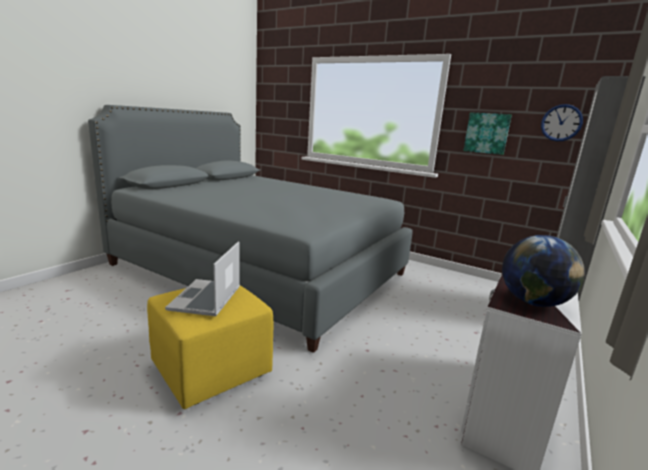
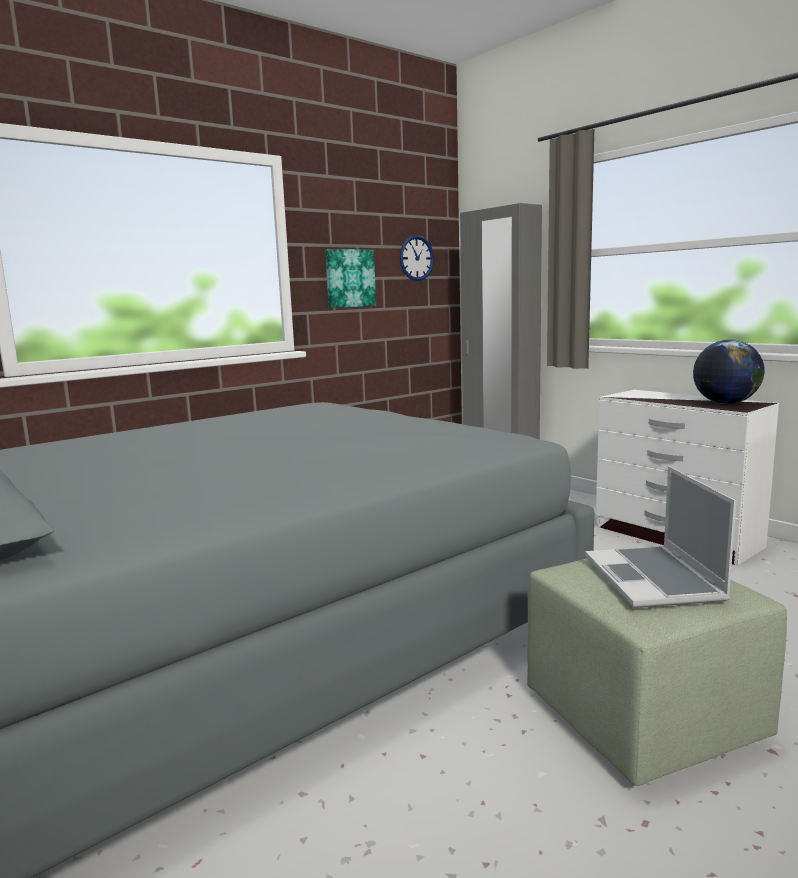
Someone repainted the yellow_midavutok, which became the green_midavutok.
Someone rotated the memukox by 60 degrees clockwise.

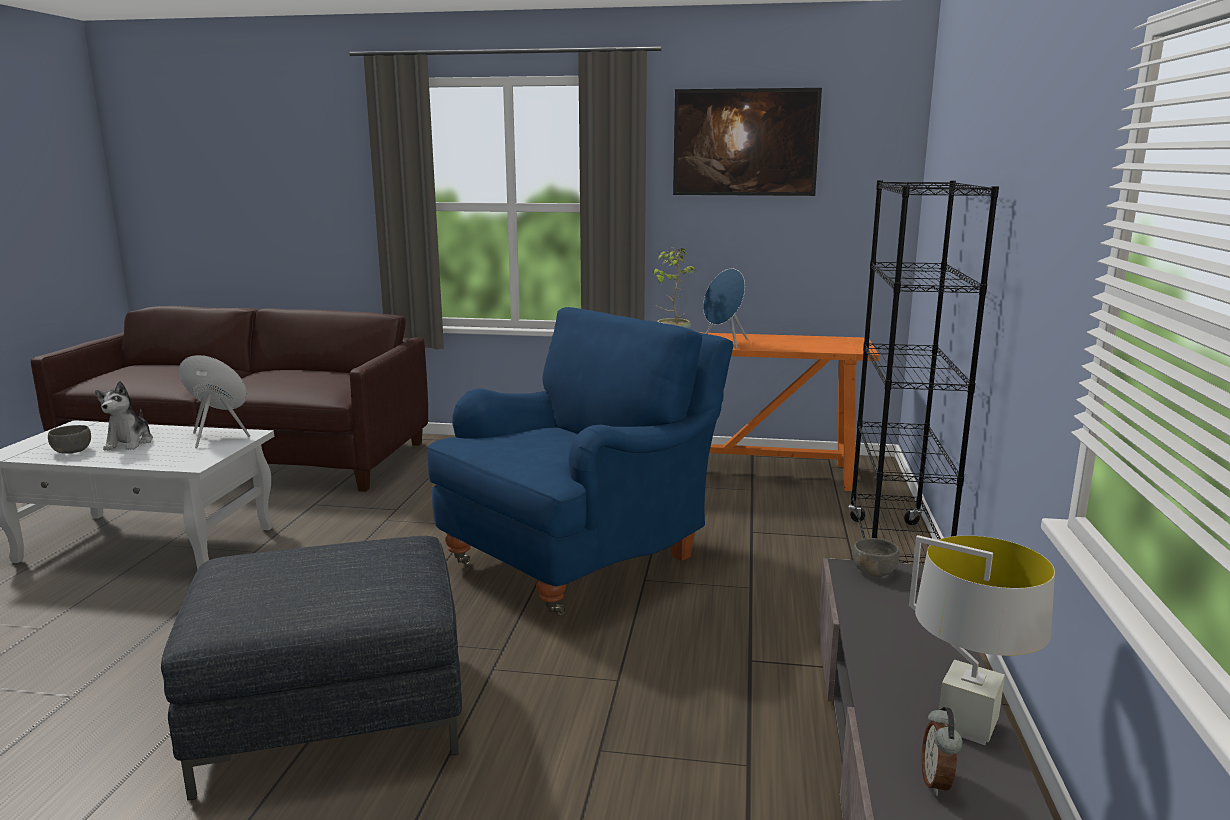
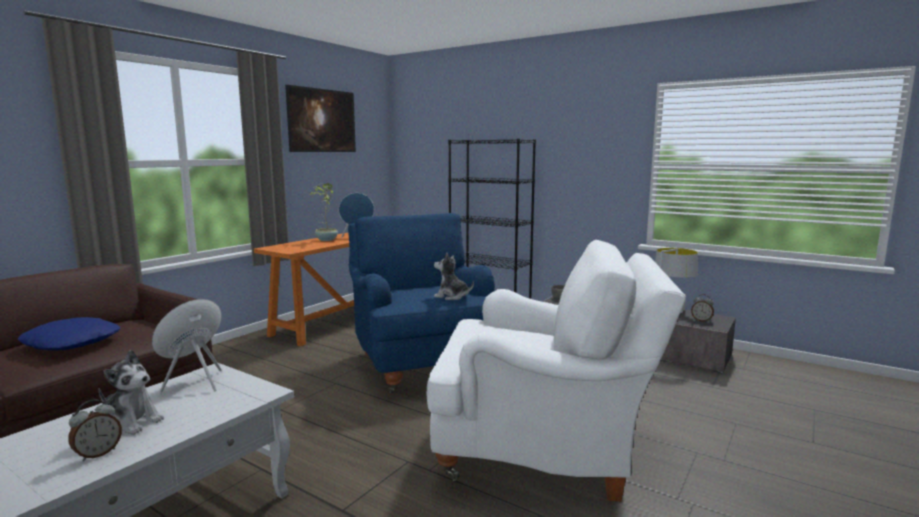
Someone put down the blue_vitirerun.
Someone swapped the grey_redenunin (no. 1 from left) for the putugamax (no. 1 from left).
Someone swapped the grey_midavutok for the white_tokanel.
Someone put down the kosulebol (no. 2 from left).

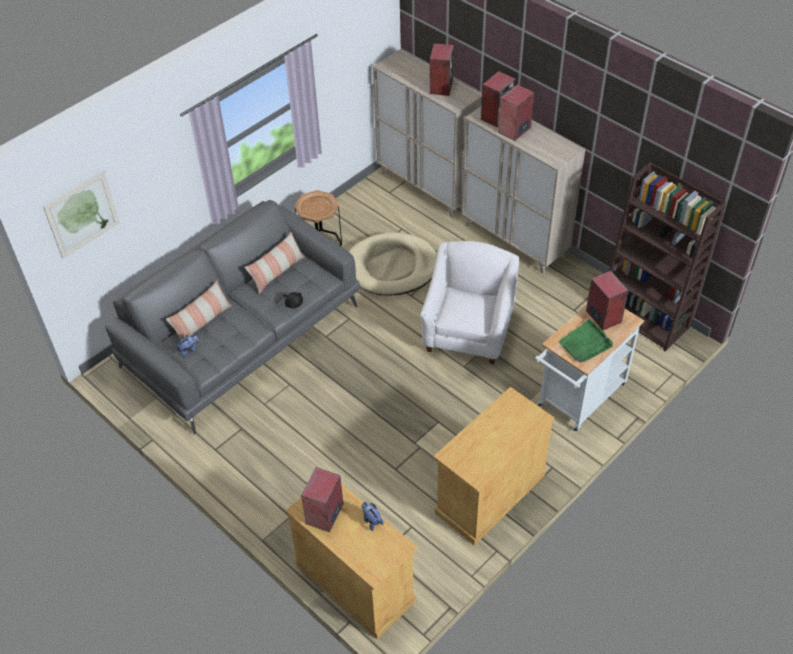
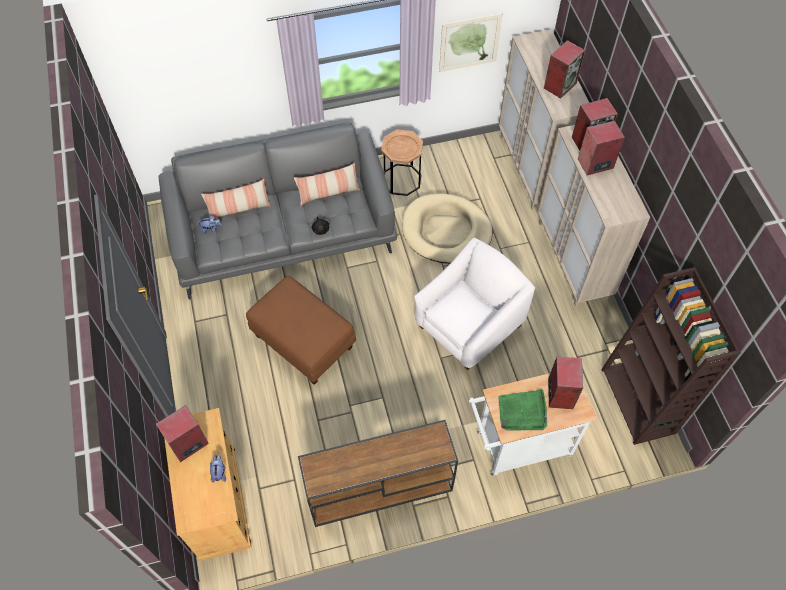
Someone put down the brown_midavutok.
Someone swapped the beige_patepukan (no. 3 from left) for the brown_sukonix.
Someone carried the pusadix.

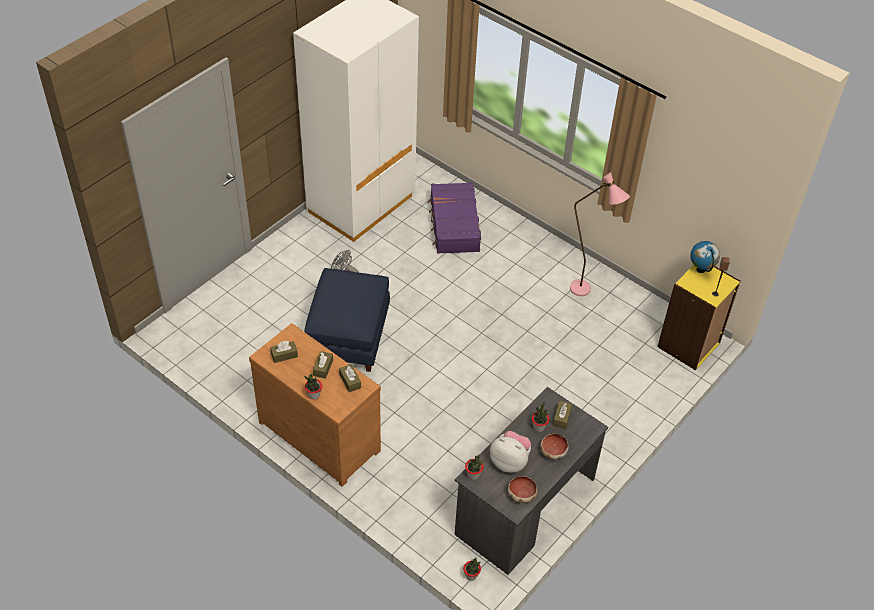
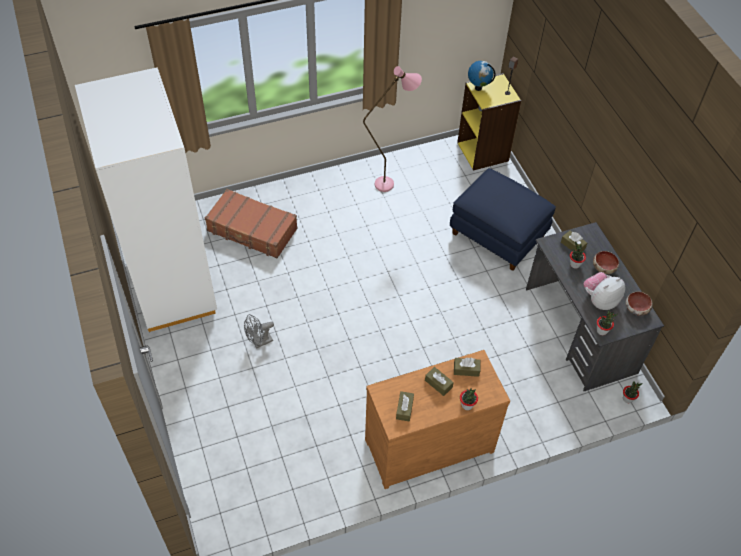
Someone repainted the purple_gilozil, which became the brown_gilozil.
Someone carried the blue_midavutok.

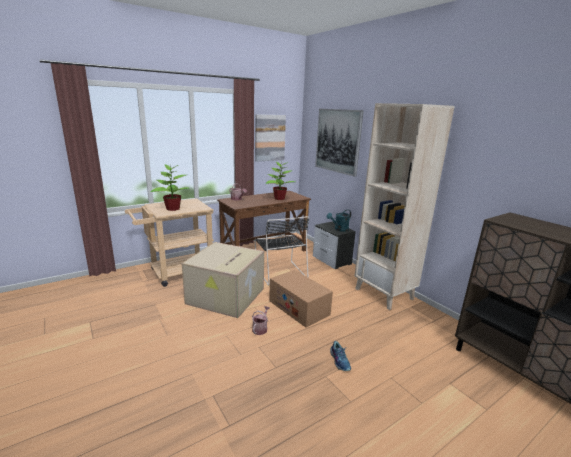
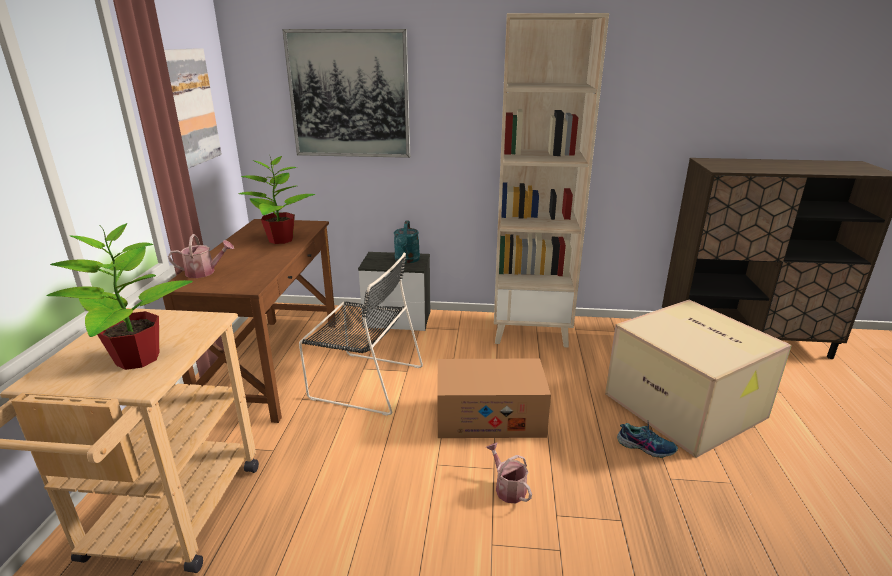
Someone carried the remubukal (no. 1 from left in the first image).

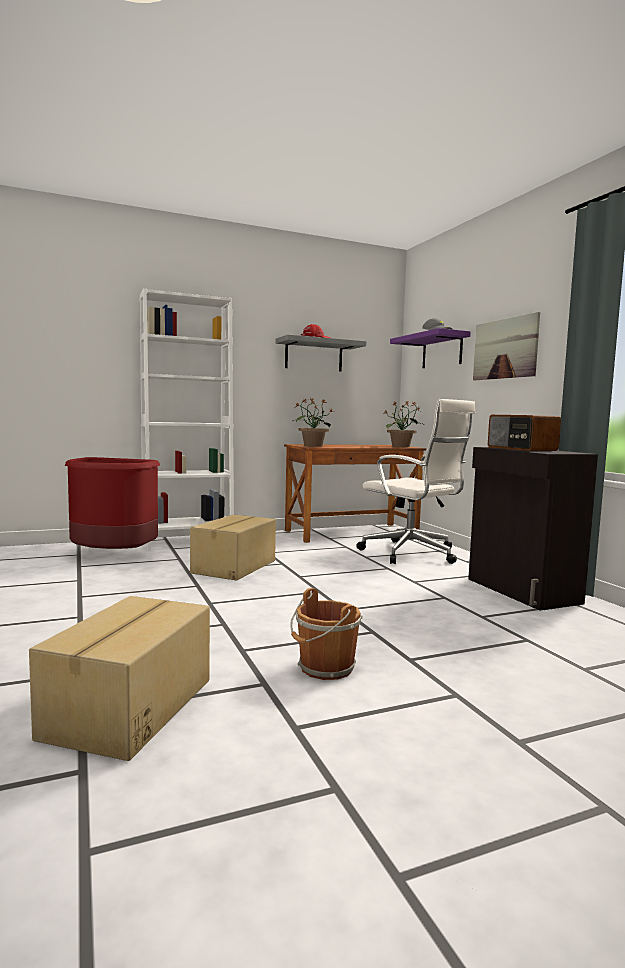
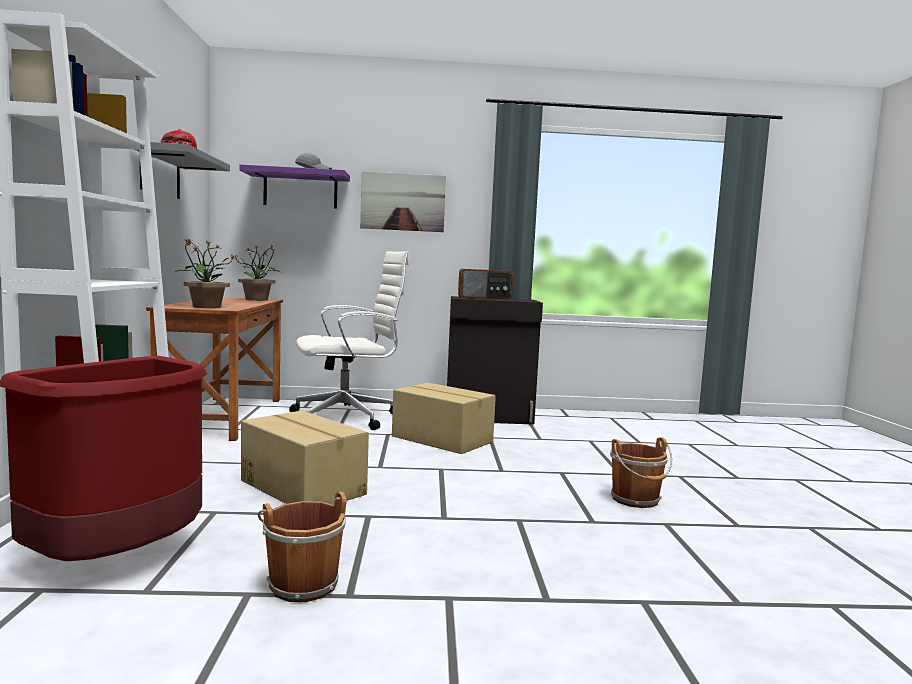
Someone put down the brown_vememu (no. 1 from left).
Someone carried the remubukal (no. 1 from left in the first image).

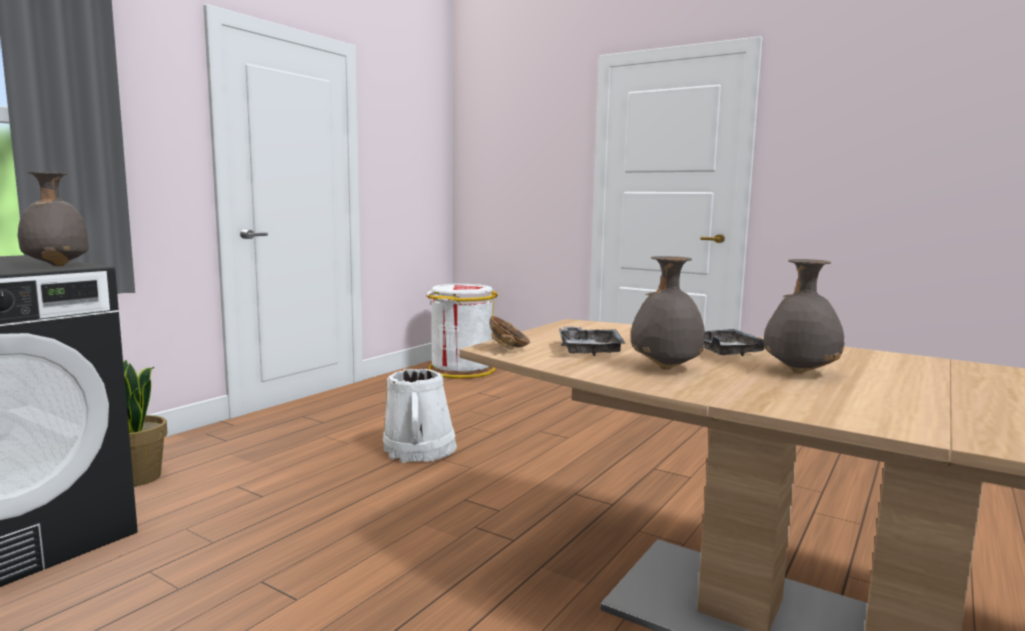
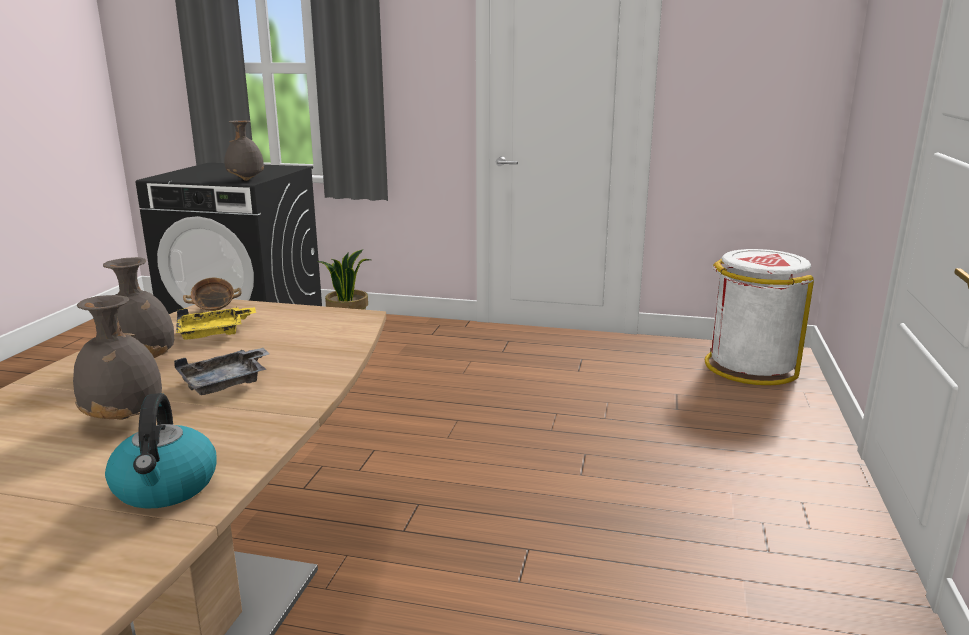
Someone put down the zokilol.
Someone repainted the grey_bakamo (no. 1 from left), which became the yellow_bakamo.
Someone took away the white_vememu.

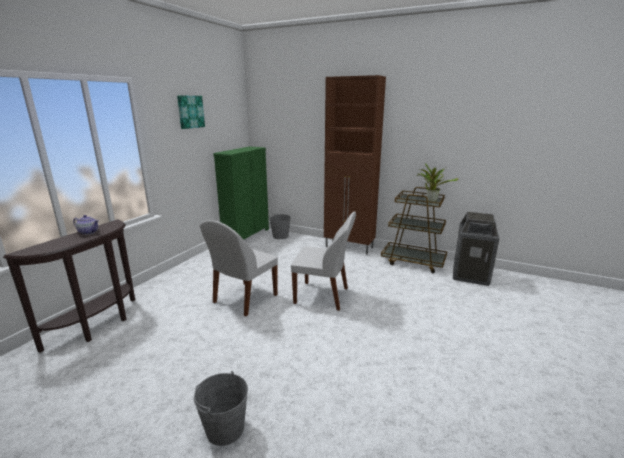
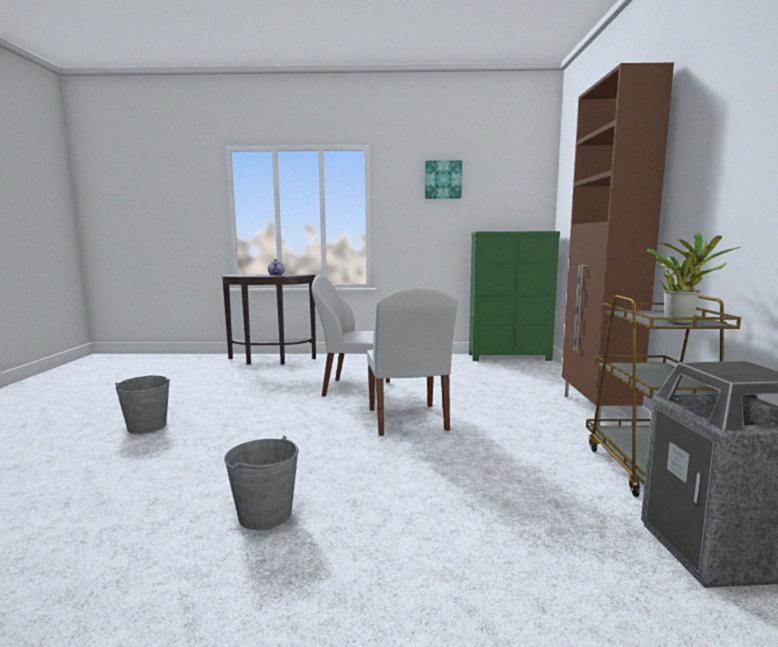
Someone carried the grey_vememu (no. 2 from left).

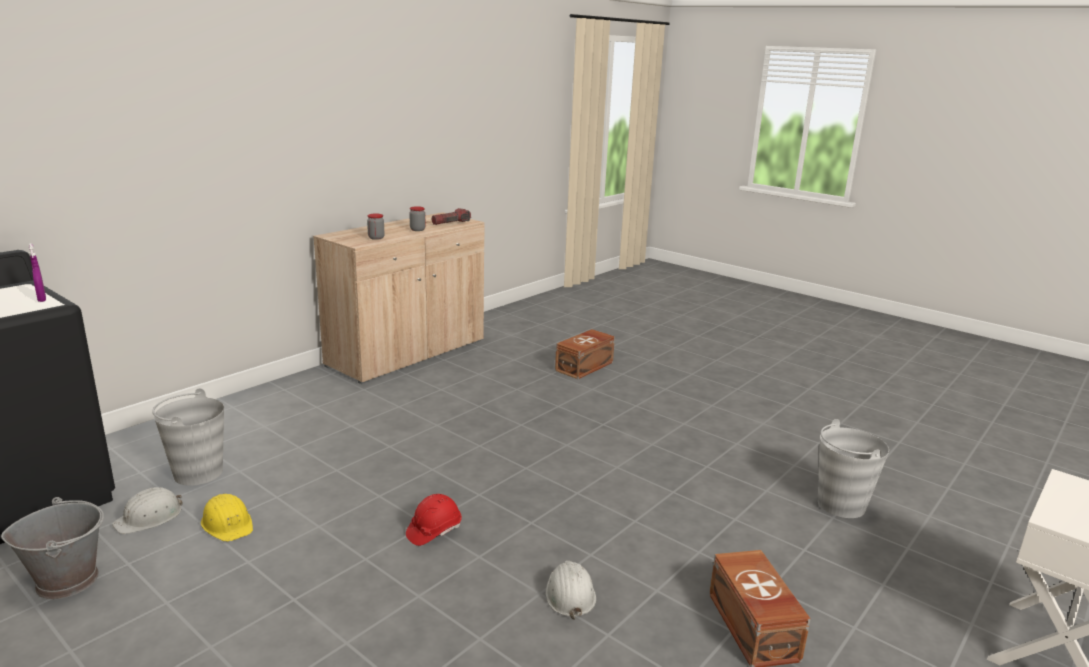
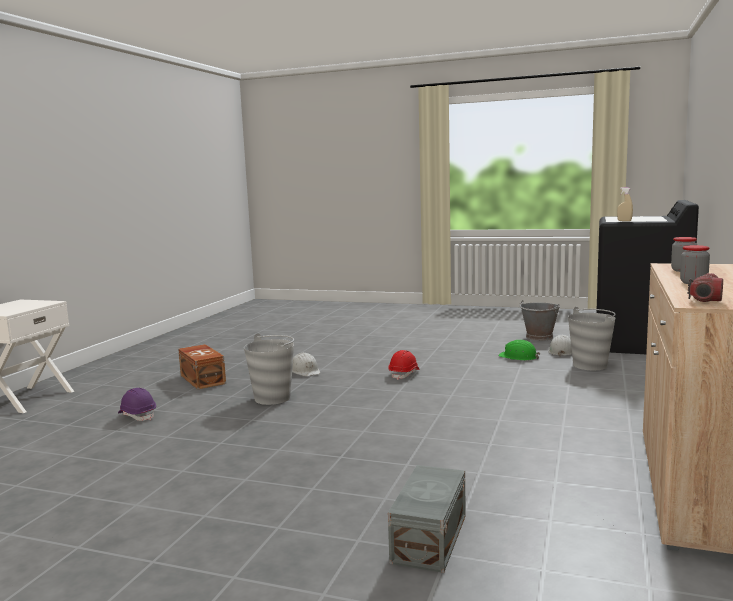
Someone put down the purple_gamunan.
Someone carried the grey_vememu (no. 3 from left in the first image).
Someone repainted the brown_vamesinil (no. 1 from left), which became the grey_vamesinil.
Someone repainted the yellow_gamunan, which became the green_gamunan.
Someone repainted the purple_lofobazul, which became the beige_lofobazul.

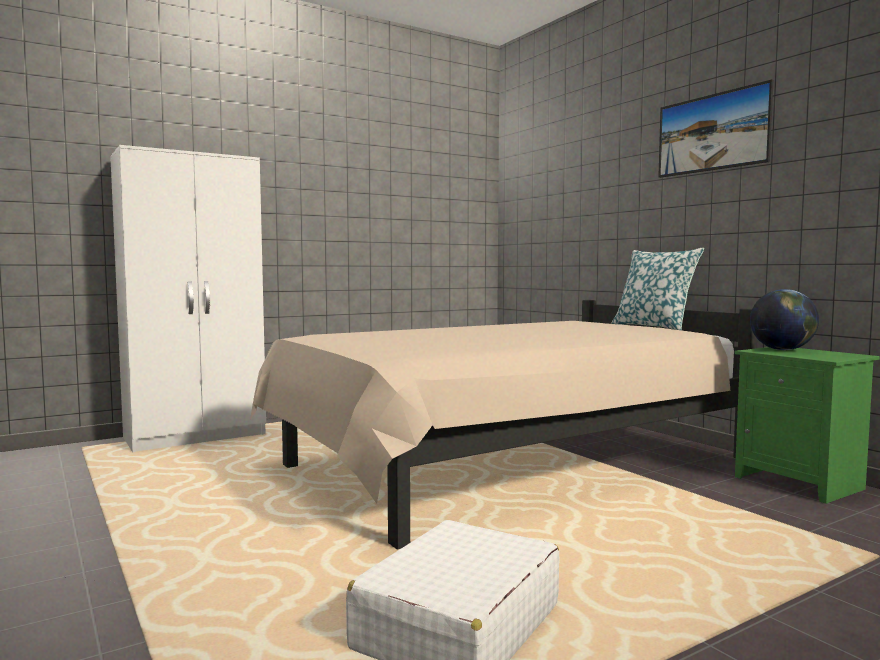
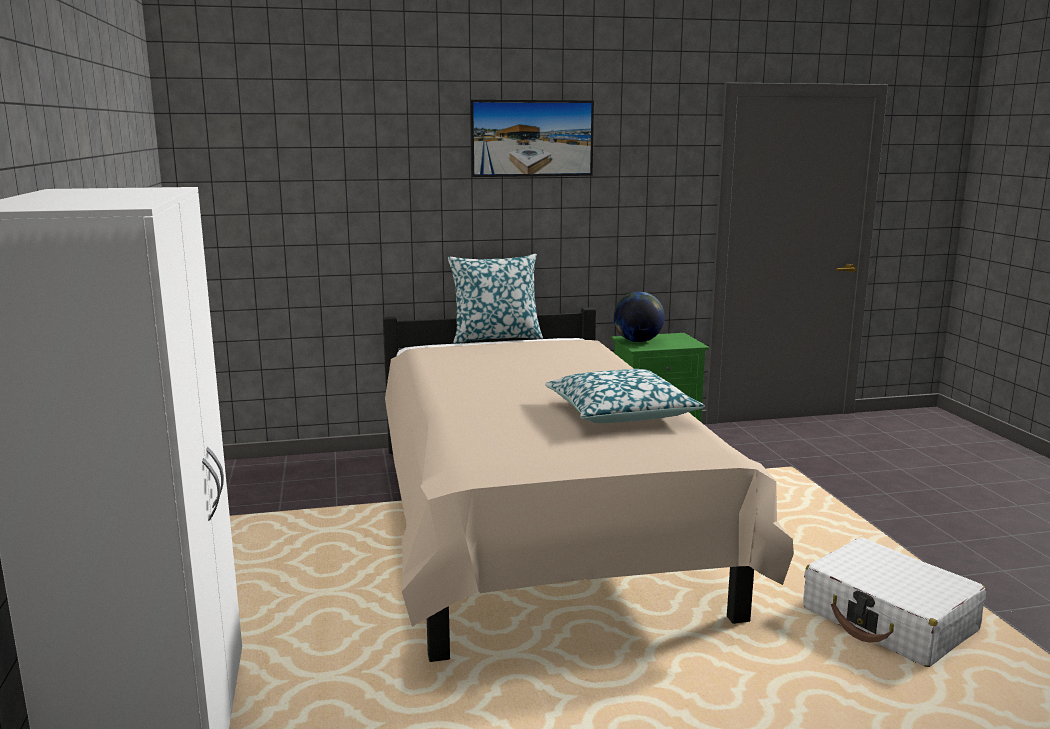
Someone put down the vitirerun (no. 2 from left).

